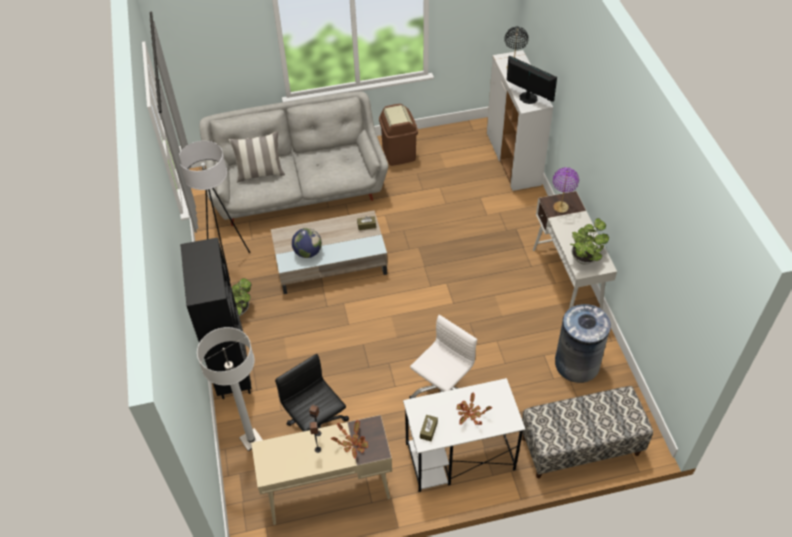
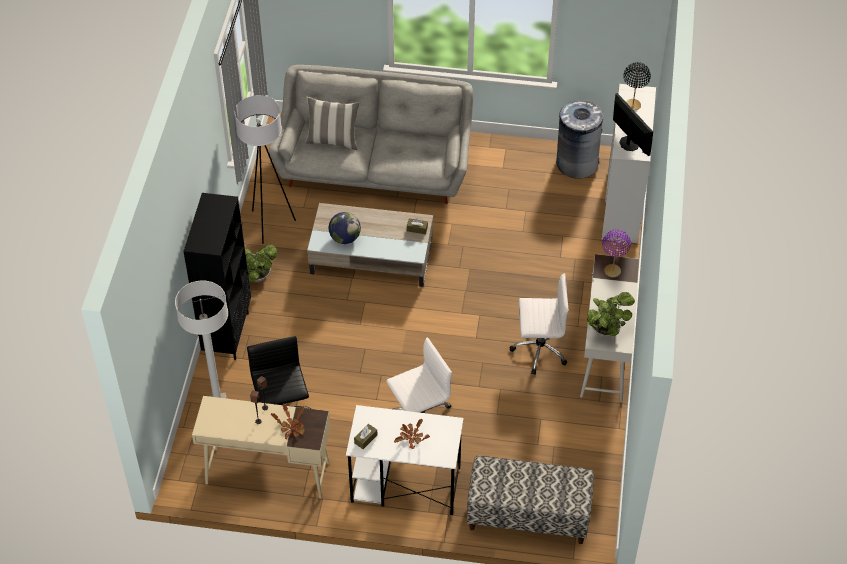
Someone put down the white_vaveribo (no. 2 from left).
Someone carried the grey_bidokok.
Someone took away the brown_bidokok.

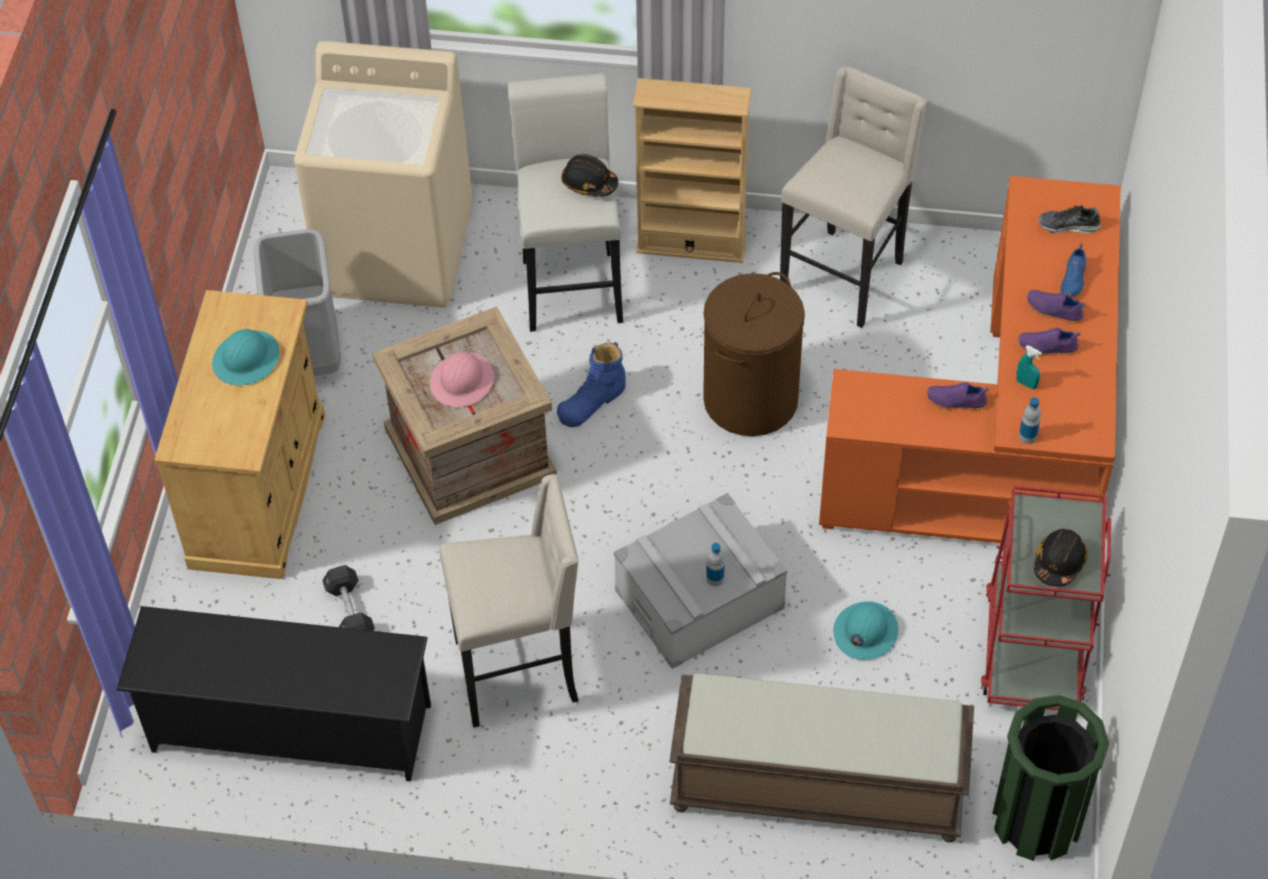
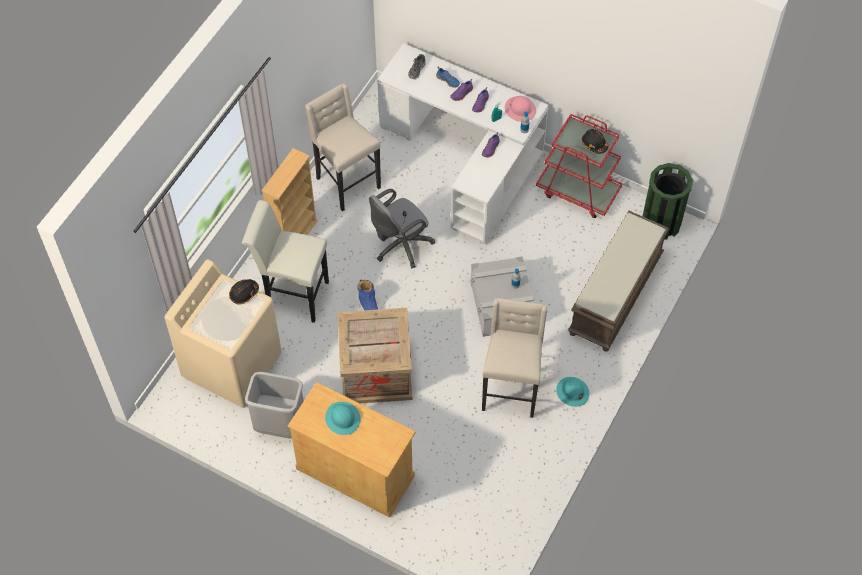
Someone carried the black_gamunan (no. 1 from left).
Someone swapped the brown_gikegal for the grey_vaveribo.
Someone repainted the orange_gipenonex, which became the white_gipenonex.
Someone carried the pink_gamunan.
Someone carried the turquoise_gamunan (no. 2 from left).
Someone took away the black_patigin.
Someone took away the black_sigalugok.

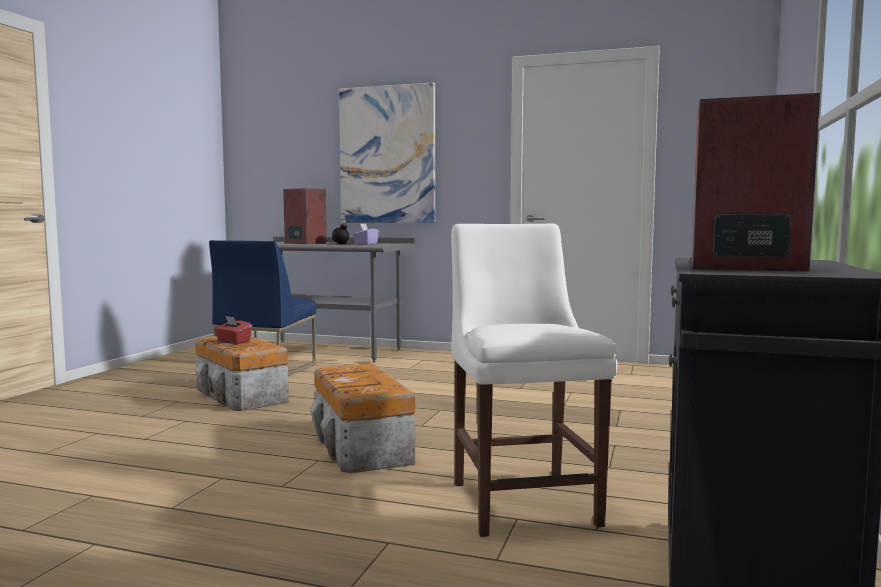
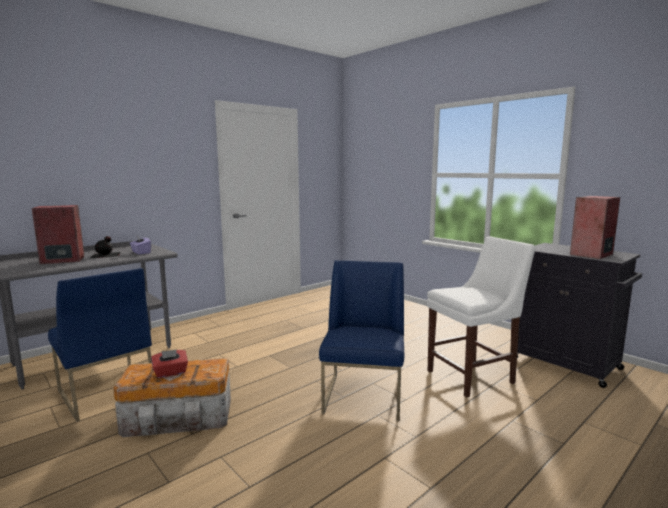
Someone swapped the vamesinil (no. 2 from left) for the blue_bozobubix (no. 2 from left).
Someone rotated the white_bozobubix by 135 degrees clockwise.
Someone took away the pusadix.

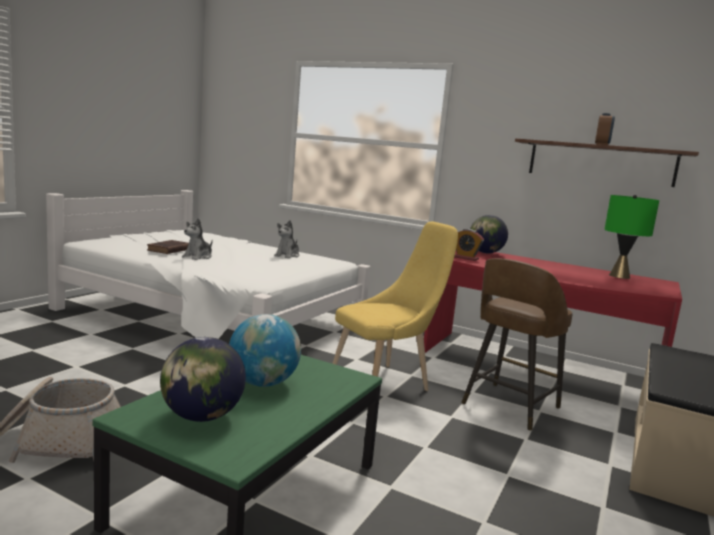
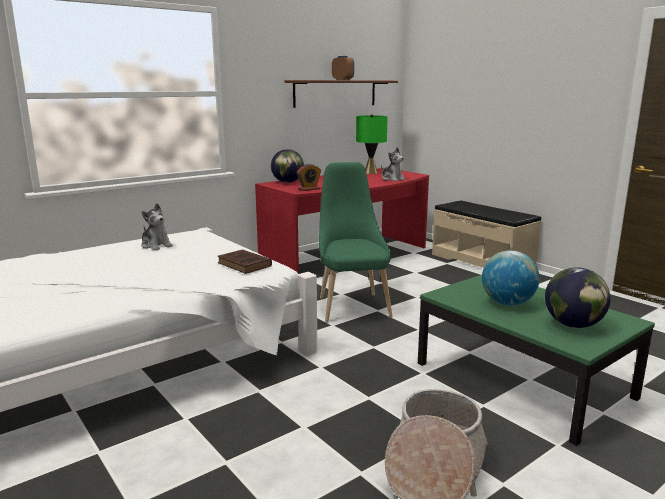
Someone carried the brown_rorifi.
Someone repainted the yellow_bozobubix, which became the green_bozobubix.
Someone carried the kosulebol (no. 1 from left in the first image).
Someone took away the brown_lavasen.

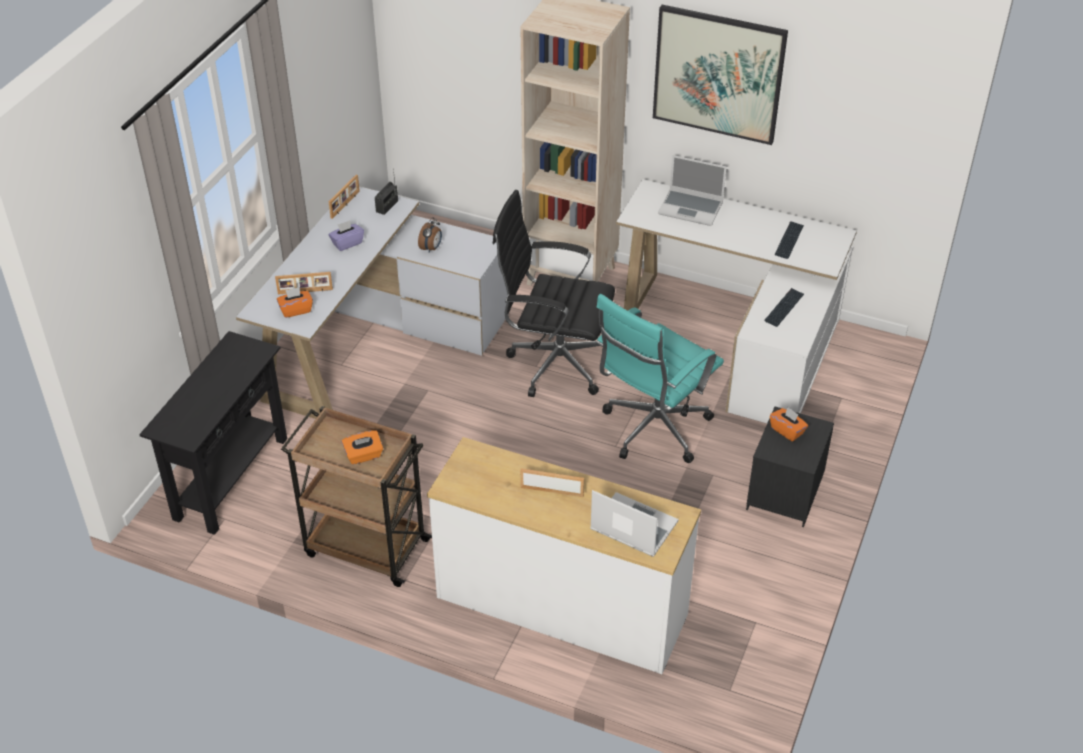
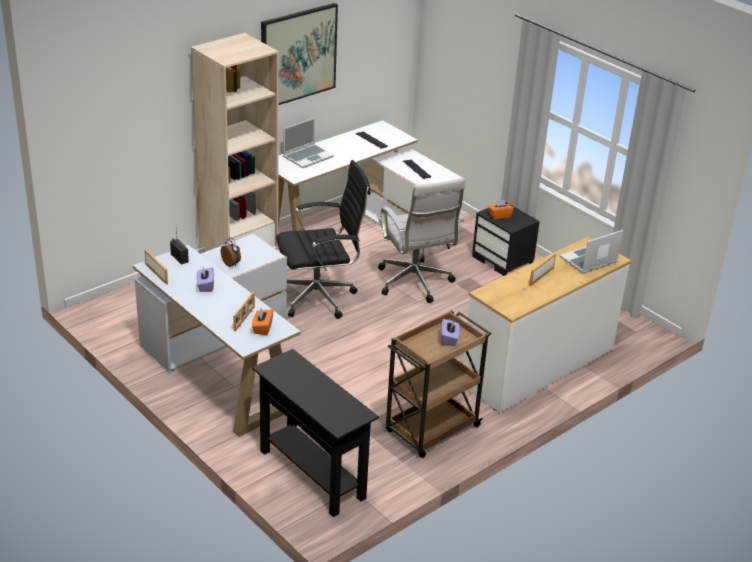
Someone rotated the black_vaveribo by 150 degrees counterclockwise.
Someone repainted the turquoise_vaveribo, which became the white_vaveribo.
Someone repainted the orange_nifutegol (no. 2 from left), which became the purple_nifutegol (no. 2 from left).

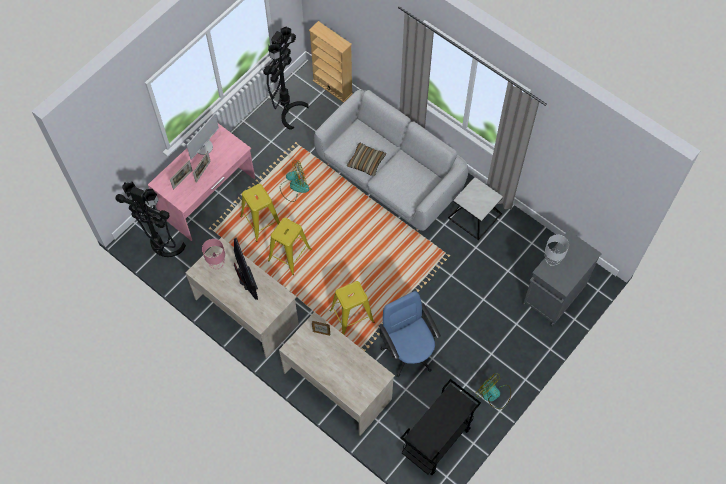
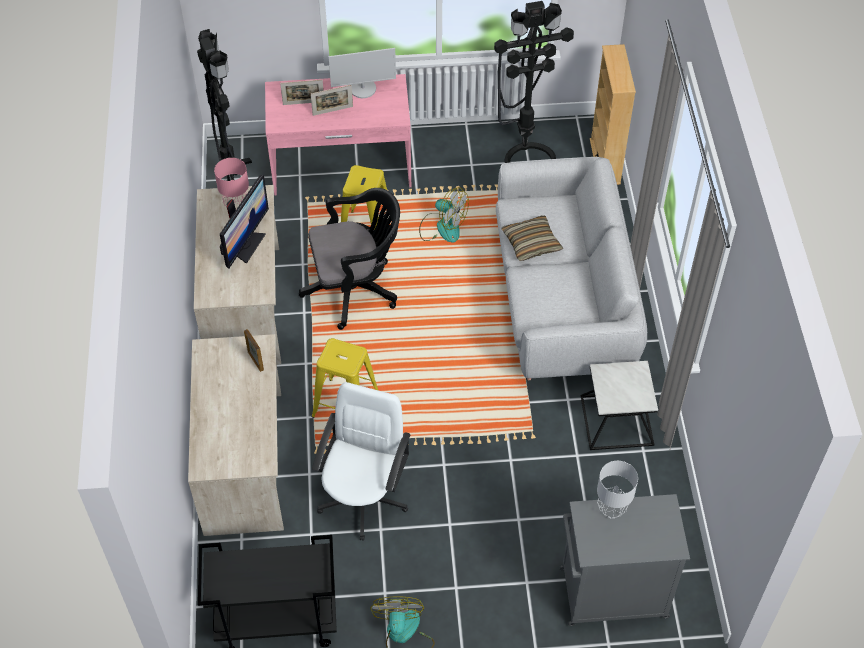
Someone swapped the yellow_lavasen (no. 2 from left) for the black_vaveribo.
Someone repainted the blue_vaveribo, which became the white_vaveribo.

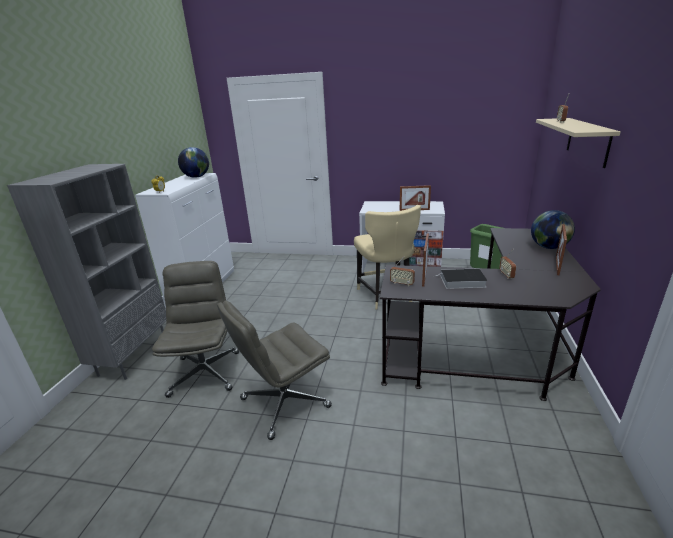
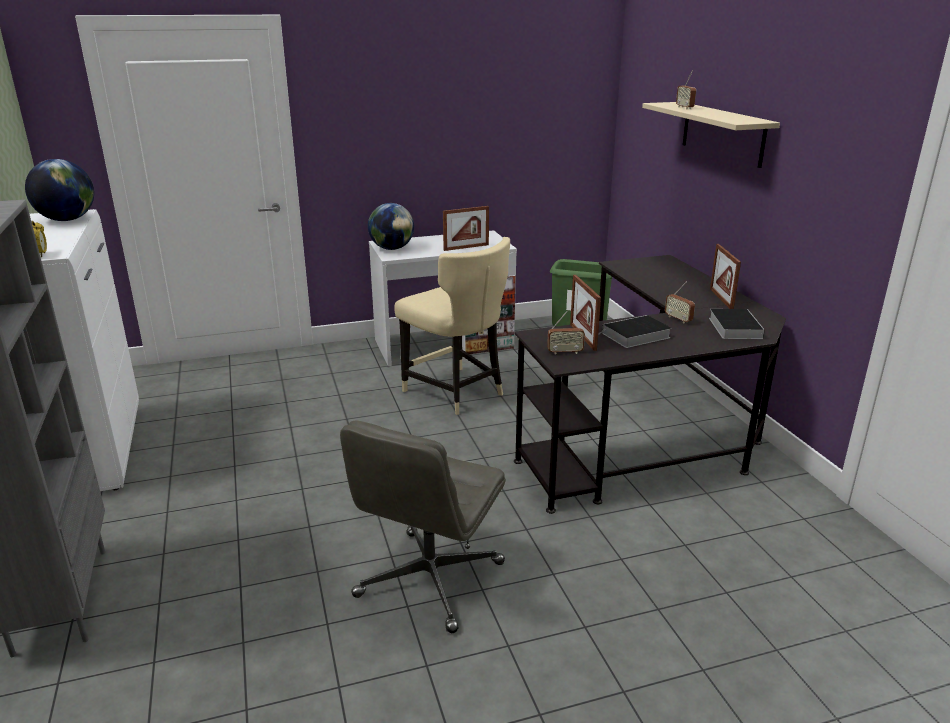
Someone carried the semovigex (no. 2 from left).
Someone put down the rorifi (no. 2 from left).
Someone took away the grey_vaveribo (no. 1 from left).

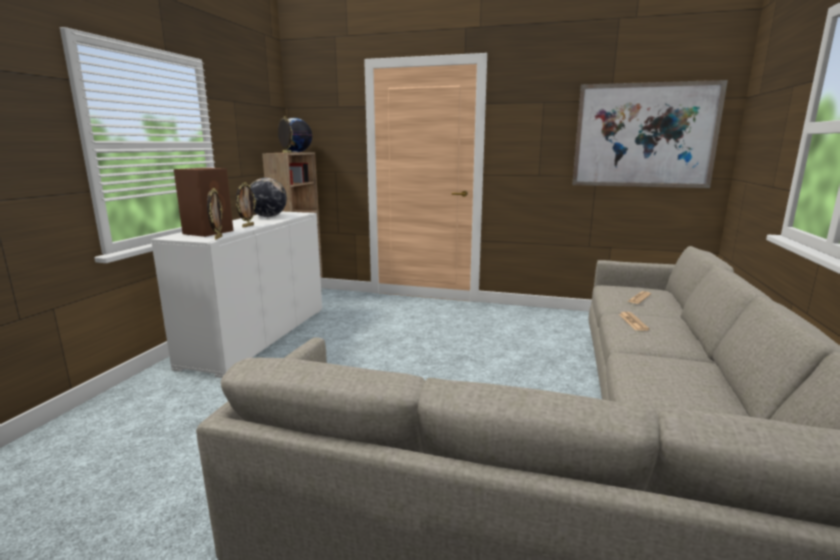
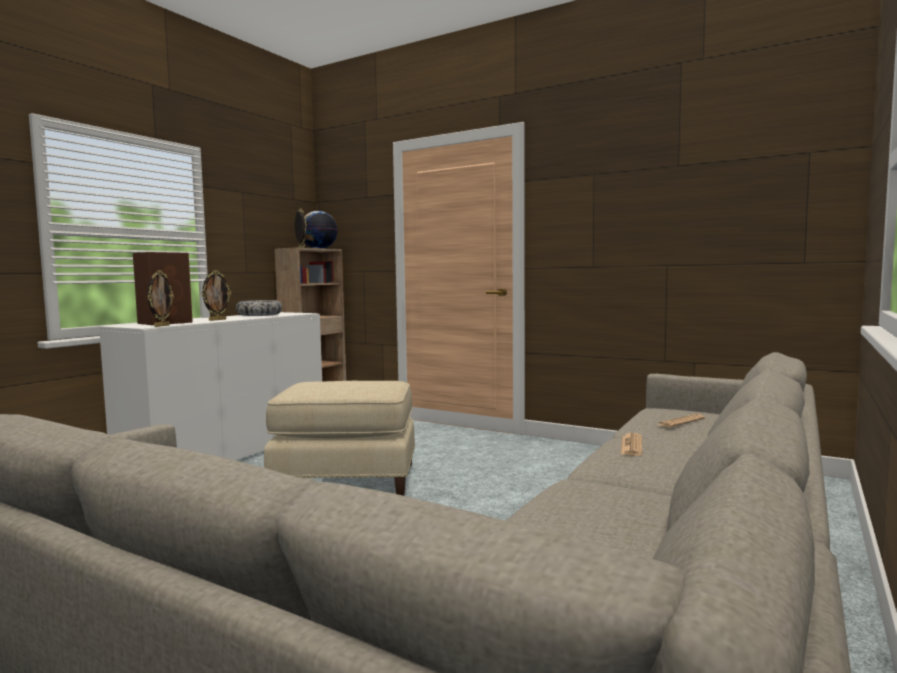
Someone swapped the semovigex (no. 1 from left) for the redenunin.
Someone put down the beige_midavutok.
Someone took away the pusadix.

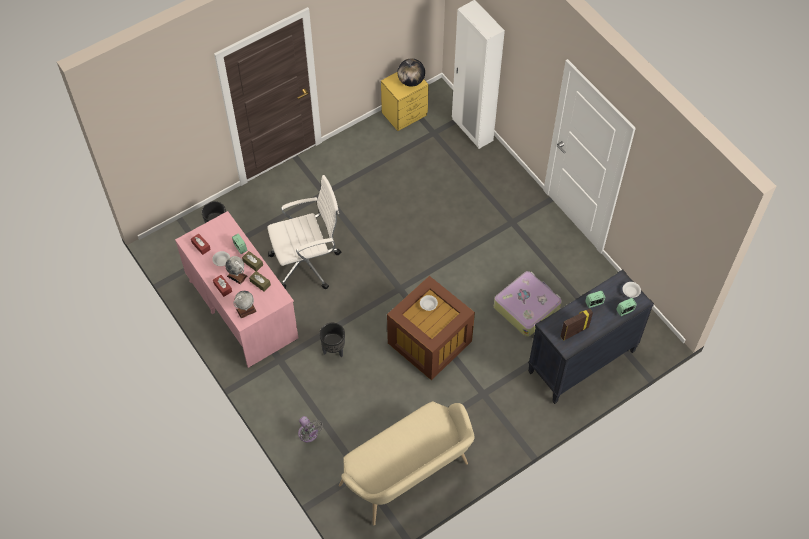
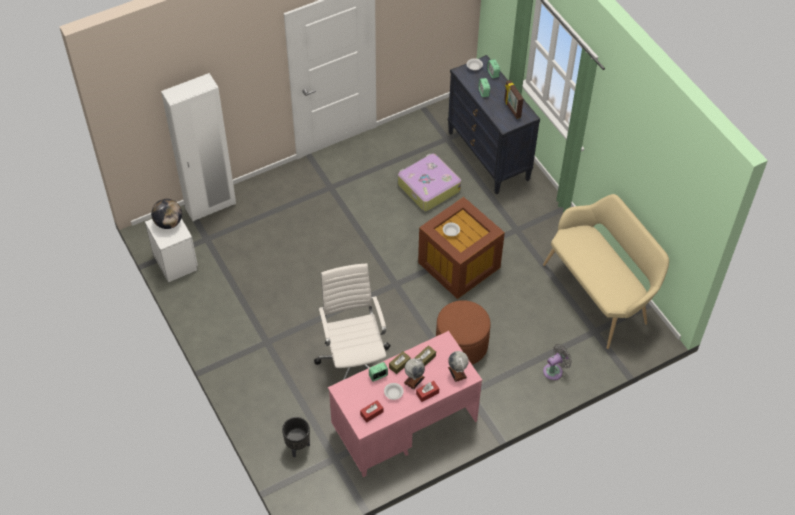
Someone repainted the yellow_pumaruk, which became the white_pumaruk.
Someone swapped the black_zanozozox (no. 2 from left) for the brown_midavutok.

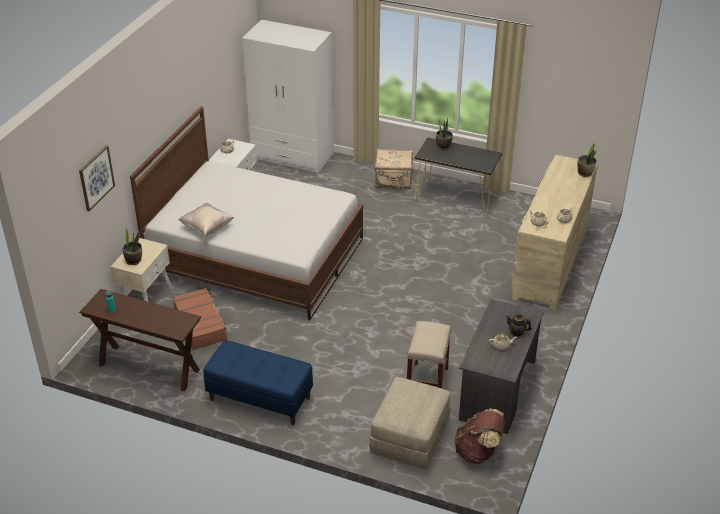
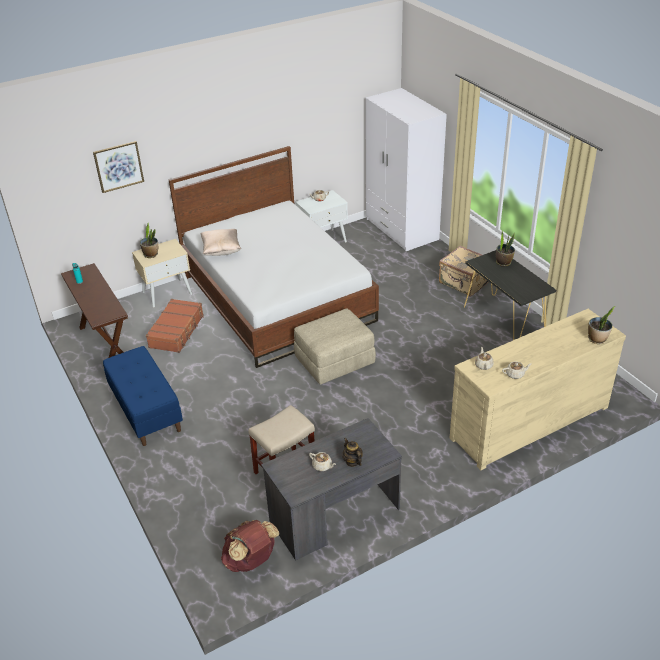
Someone carried the beige_midavutok.

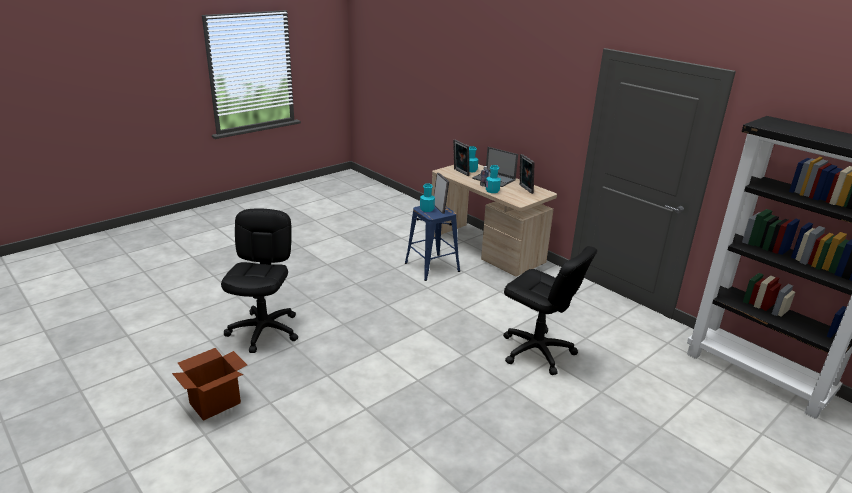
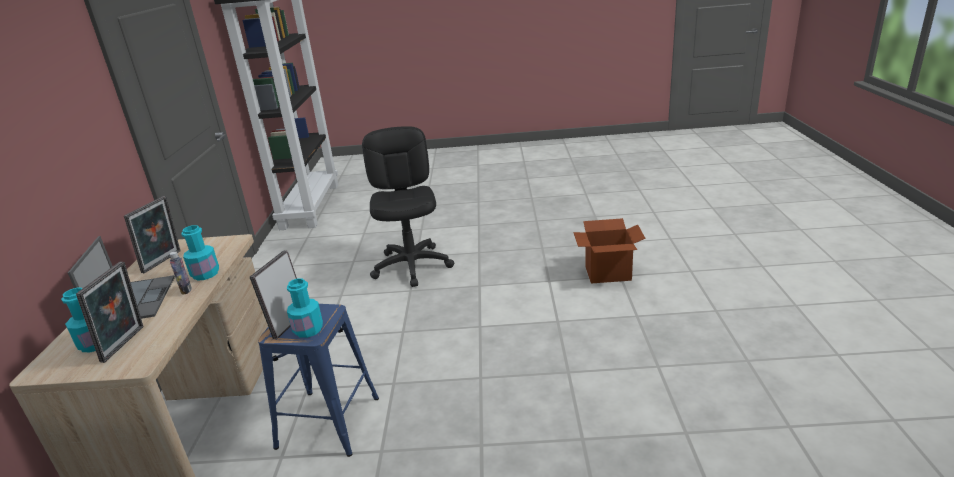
Someone carried the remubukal.
Someone took away the black_vaveribo (no. 1 from left).

